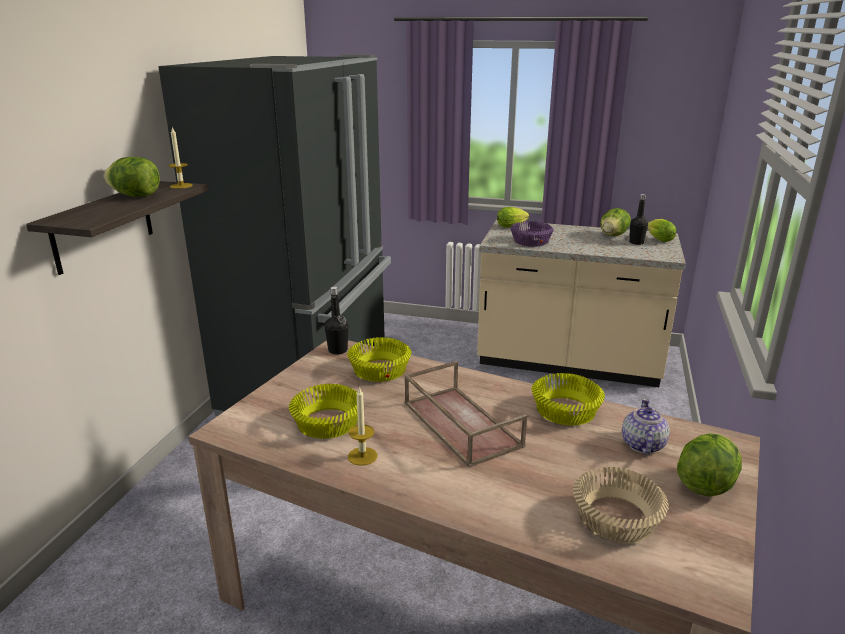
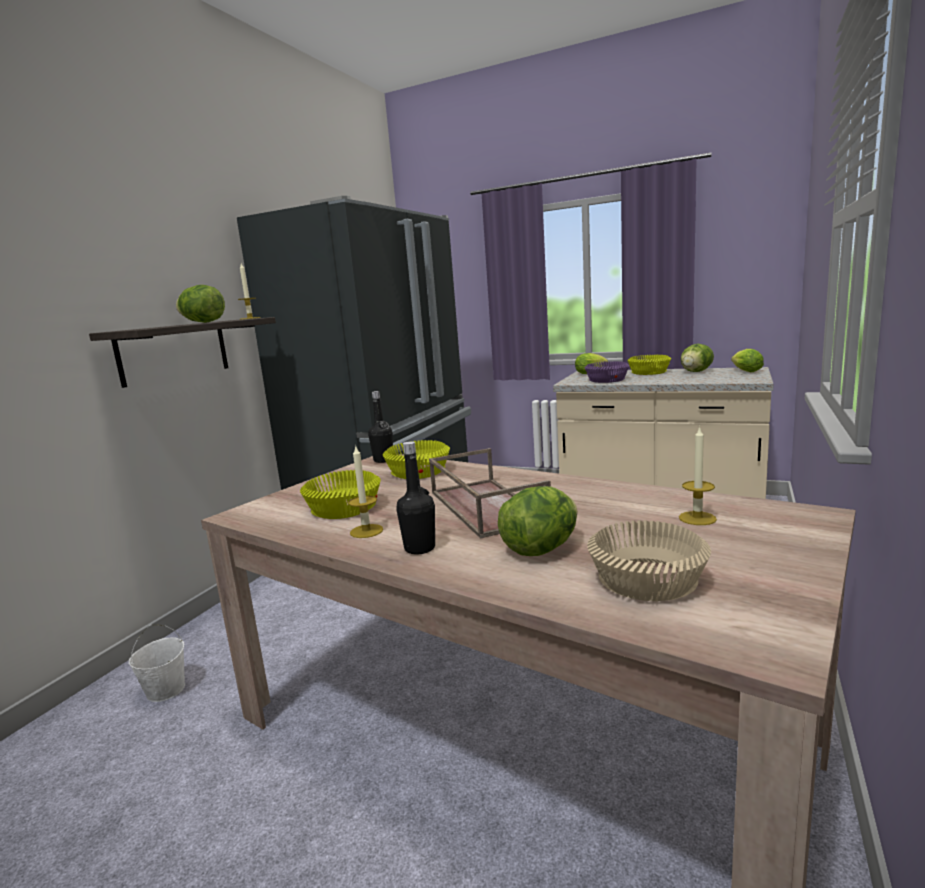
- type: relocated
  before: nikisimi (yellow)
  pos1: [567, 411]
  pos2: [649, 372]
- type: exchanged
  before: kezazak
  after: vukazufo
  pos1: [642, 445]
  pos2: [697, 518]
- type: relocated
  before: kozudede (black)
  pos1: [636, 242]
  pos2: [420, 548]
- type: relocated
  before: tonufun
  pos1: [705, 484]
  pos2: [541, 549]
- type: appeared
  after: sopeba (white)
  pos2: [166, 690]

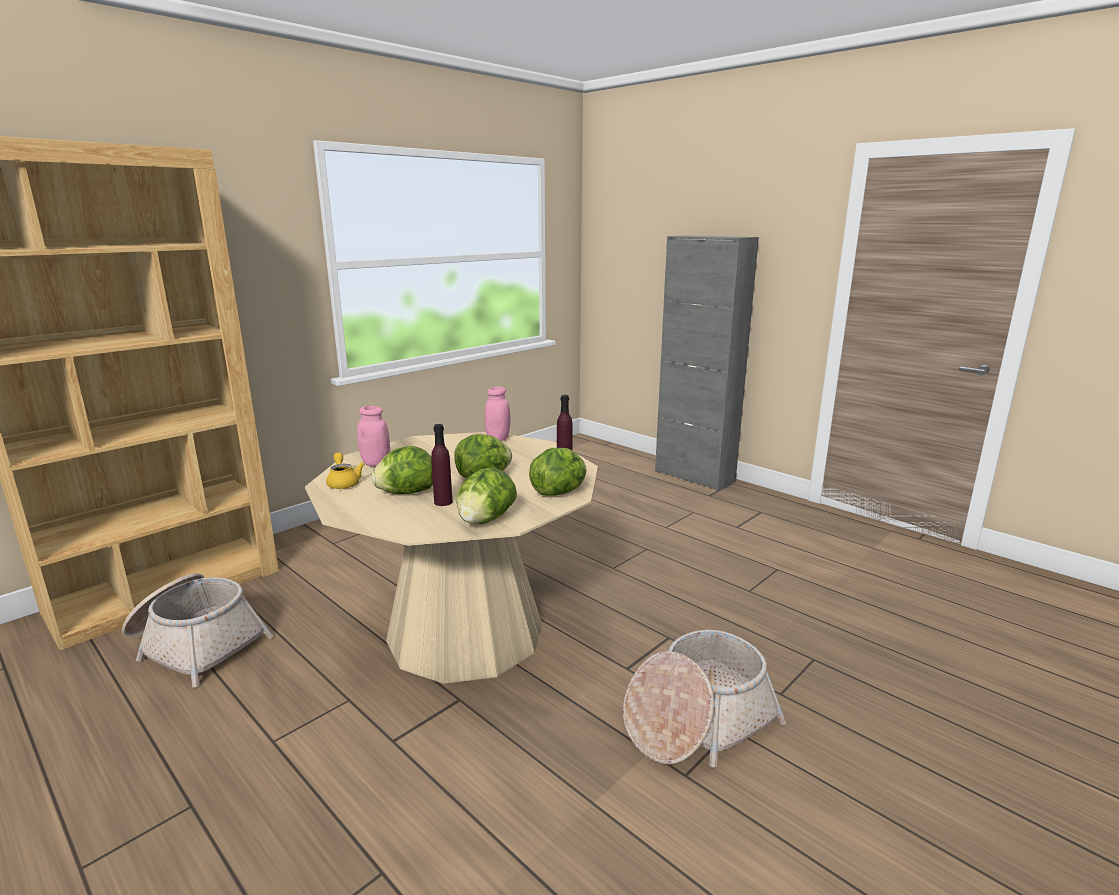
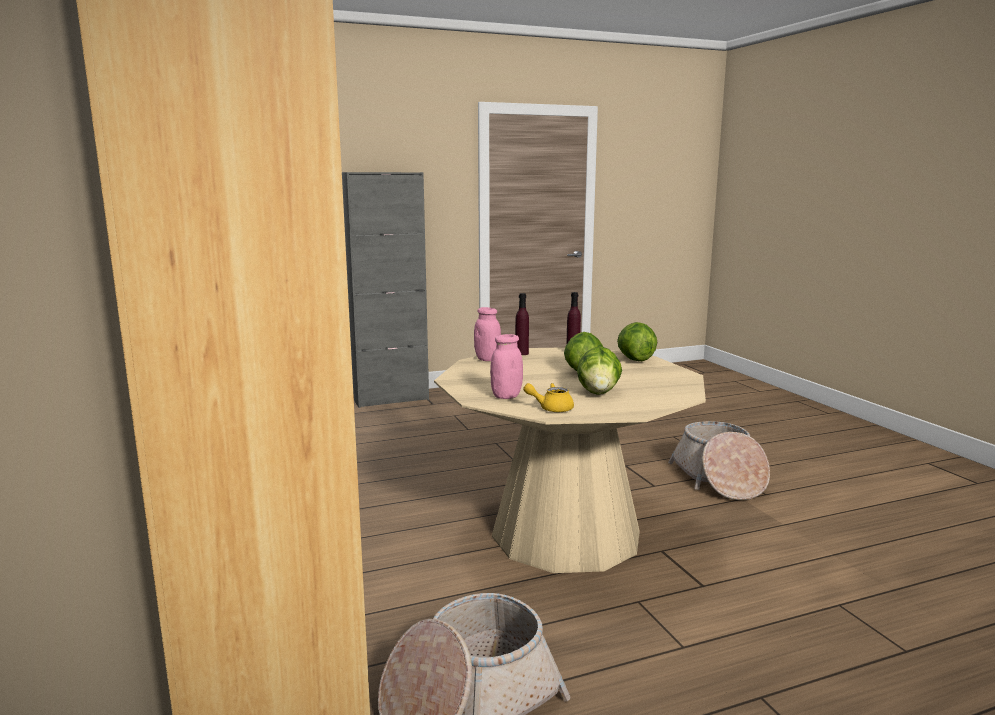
- type: relocated
  before: kozudede (purple)
  pos1: [443, 502]
  pos2: [521, 353]
- type: missing
  before: tonufun
  pos1: [485, 520]

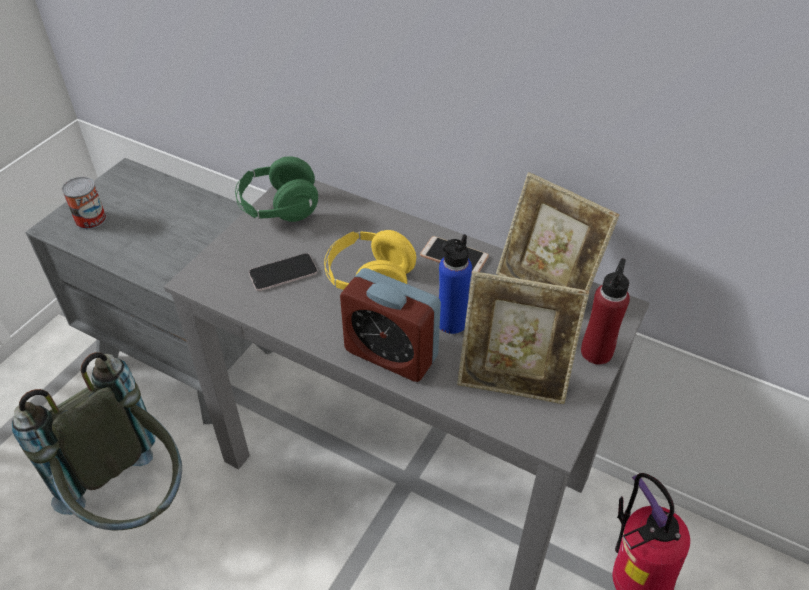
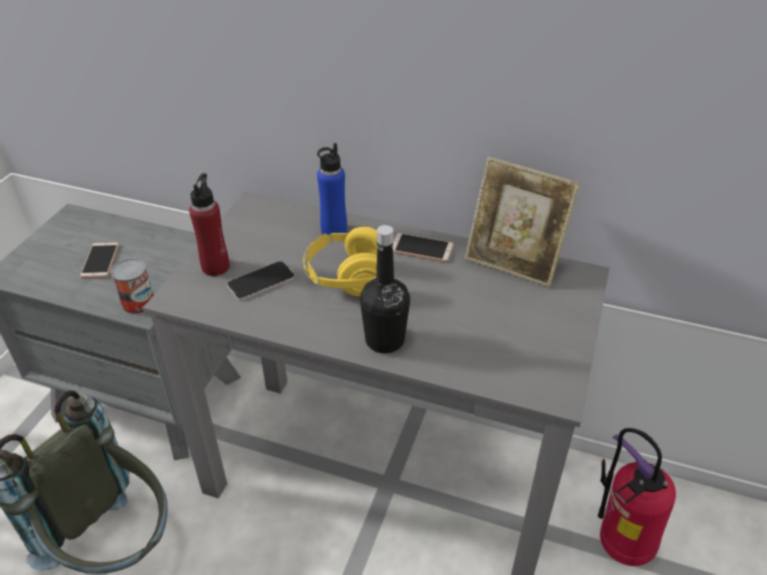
- type: relocated
  before: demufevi
  pos1: [90, 219]
  pos2: [138, 303]
- type: missing
  before: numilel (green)
  pos1: [279, 208]
- type: exchanged
  before: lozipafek
  after: kozudede (black)
  pos1: [391, 354]
  pos2: [384, 340]
- type: relocated
  before: kozudede (blue)
  pos1: [451, 322]
  pos2: [333, 230]
- type: missing
  before: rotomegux
  pos1: [513, 378]
- type: relocated
  before: kozudede (red)
  pos1: [596, 352]
  pos2: [215, 267]
- type: appeared
  after: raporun
  pos2: [100, 261]

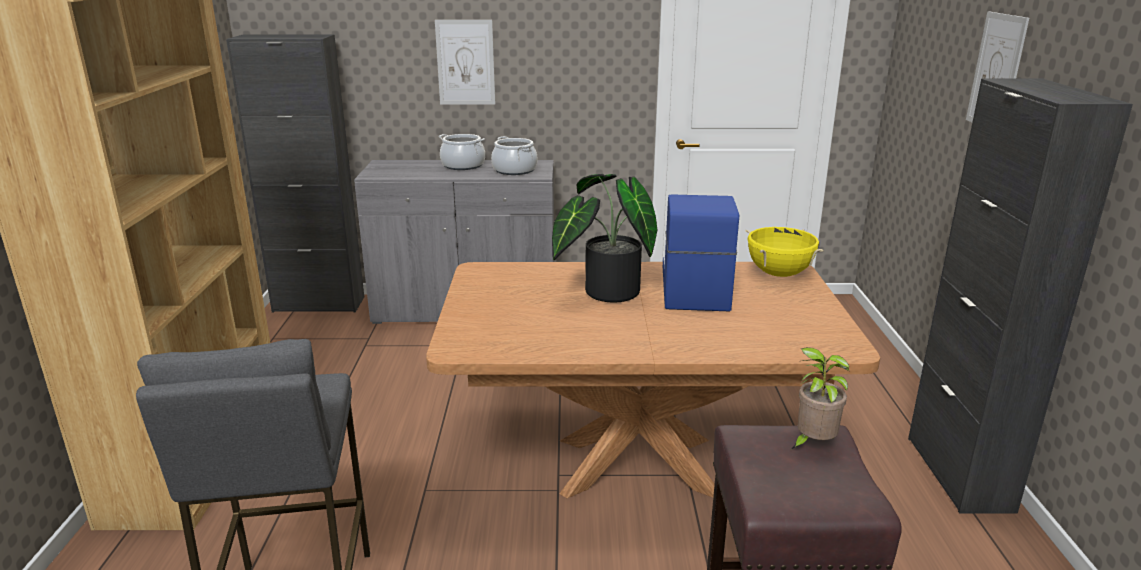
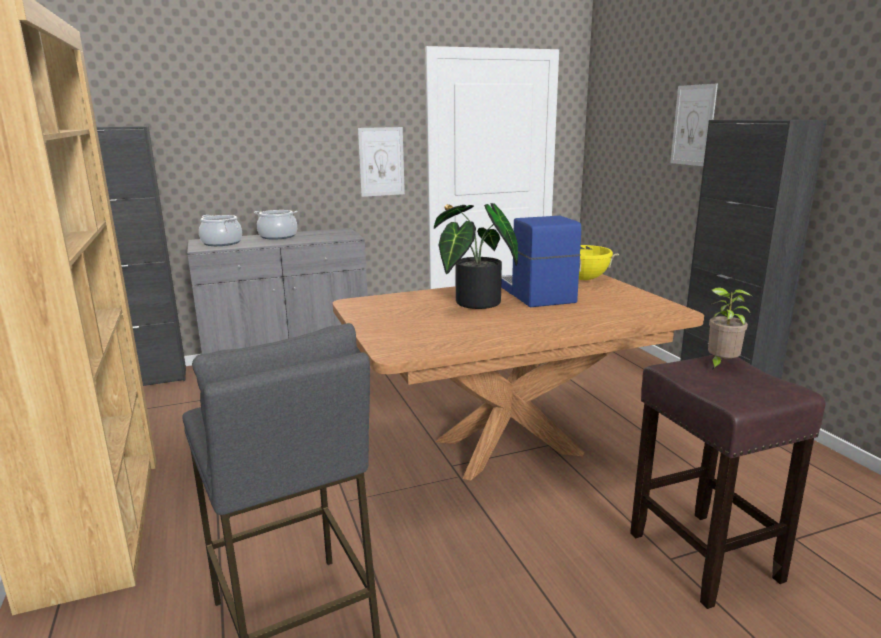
- type: relocated
  before: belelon
  pos1: [465, 62]
  pos2: [381, 161]
- type: relocated
  before: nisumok
  pos1: [514, 170]
  pos2: [222, 243]

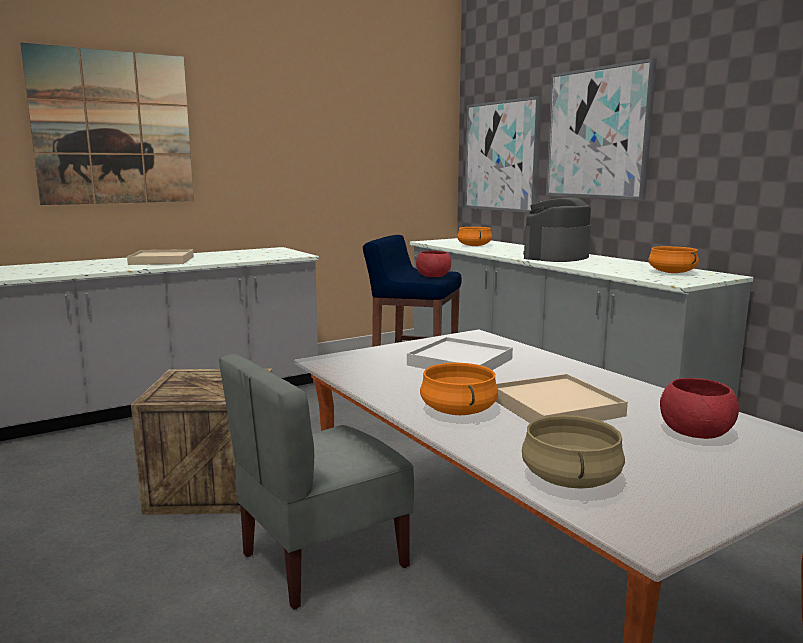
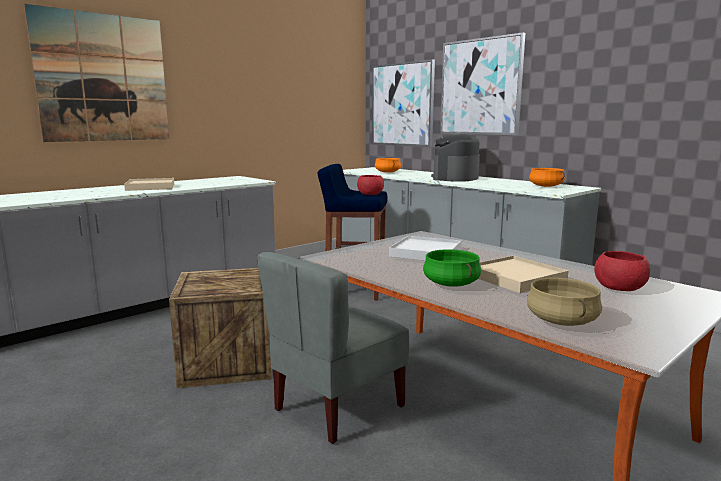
- type: colour
  before: nisumok (orange)
  after: nisumok (green)
  pos1: [457, 410]
  pos2: [450, 284]

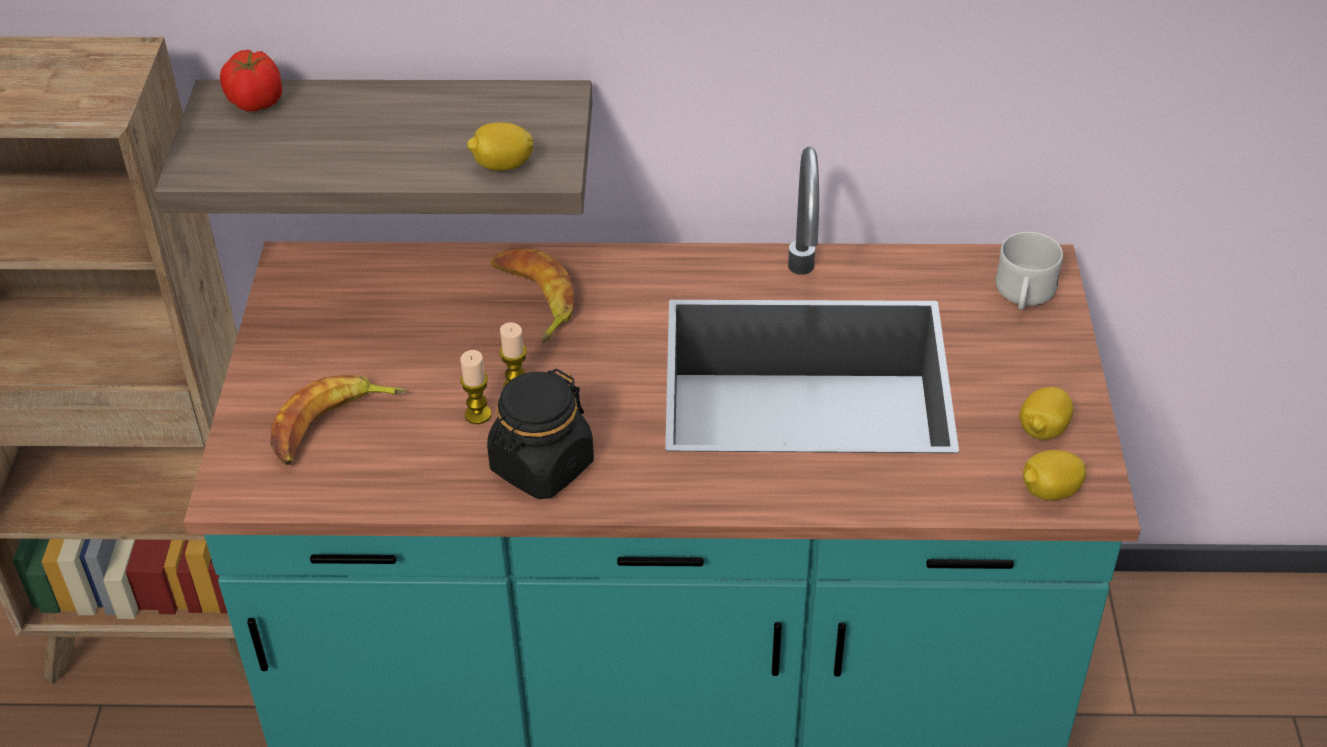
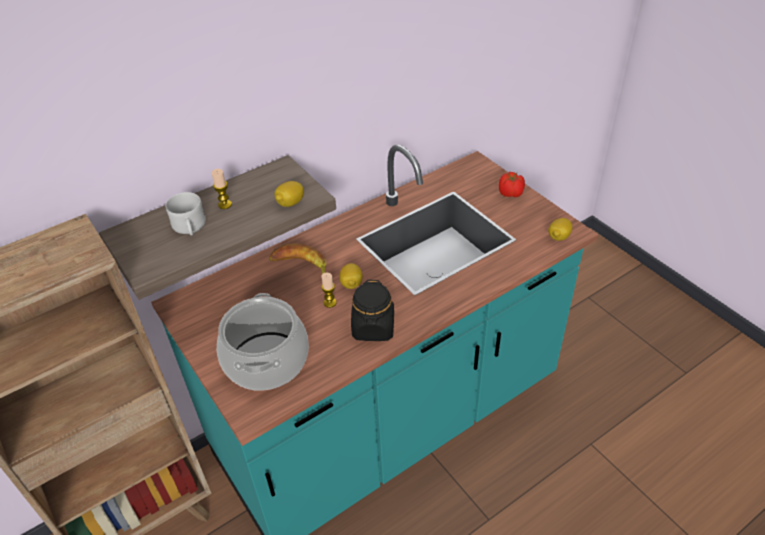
- type: relocated
  before: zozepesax
  pos1: [255, 103]
  pos2: [511, 193]
- type: exchanged
  before: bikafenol
  after: nisumok
  pos1: [332, 426]
  pos2: [267, 361]
- type: relocated
  before: vukazufo
  pos1: [478, 414]
  pos2: [225, 204]
- type: relocated
  before: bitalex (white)
  pos1: [1023, 296]
  pos2: [190, 228]
- type: relocated
  before: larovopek
  pos1: [1043, 430]
  pos2: [351, 284]

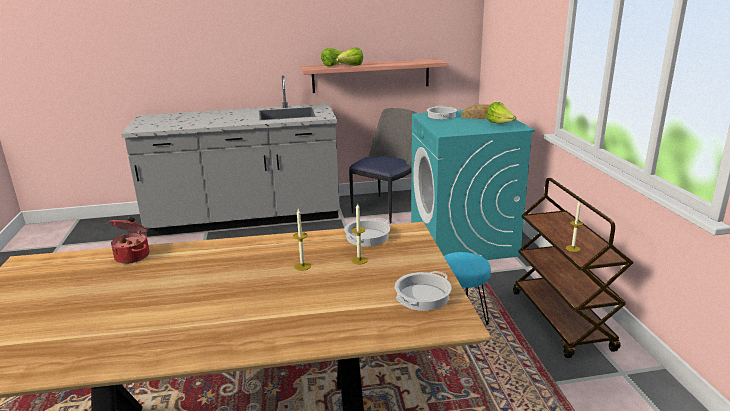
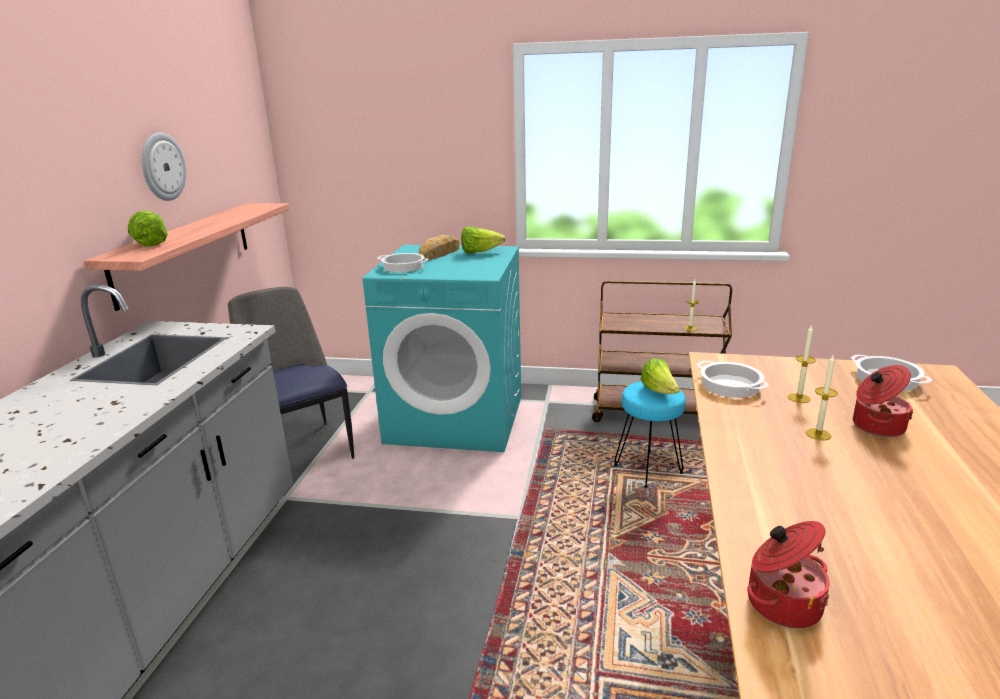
- type: relocated
  before: tonufun
  pos1: [351, 66]
  pos2: [659, 392]
- type: appeared
  after: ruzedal
  pos2: [162, 167]
- type: appeared
  after: nisumok
  pos2: [876, 426]

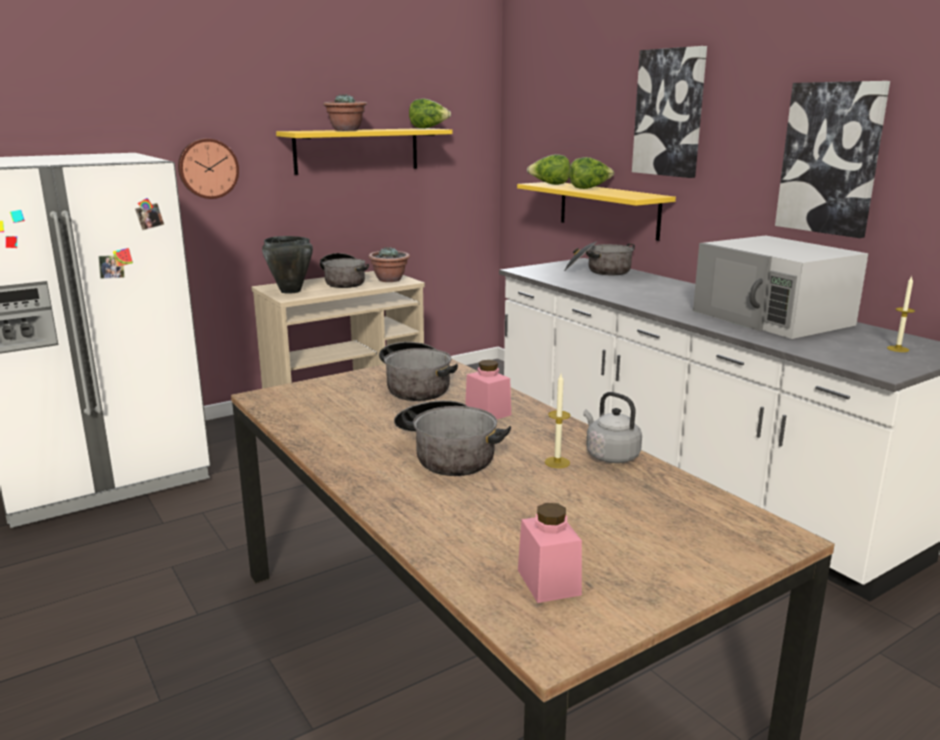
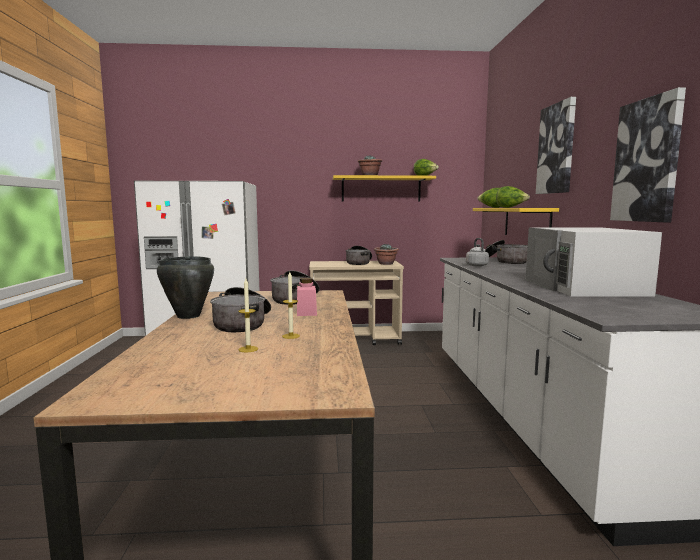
- type: missing
  before: ruzedal
  pos1: [207, 168]
- type: relocated
  before: nisumok (black)
  pos1: [290, 291]
  pos2: [188, 316]
- type: missing
  before: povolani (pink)
  pos1: [548, 582]
- type: relocated
  before: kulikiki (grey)
  pos1: [610, 455]
  pos2: [476, 265]
- type: relocated
  before: vukazufo
  pos1: [897, 349]
  pos2: [248, 349]

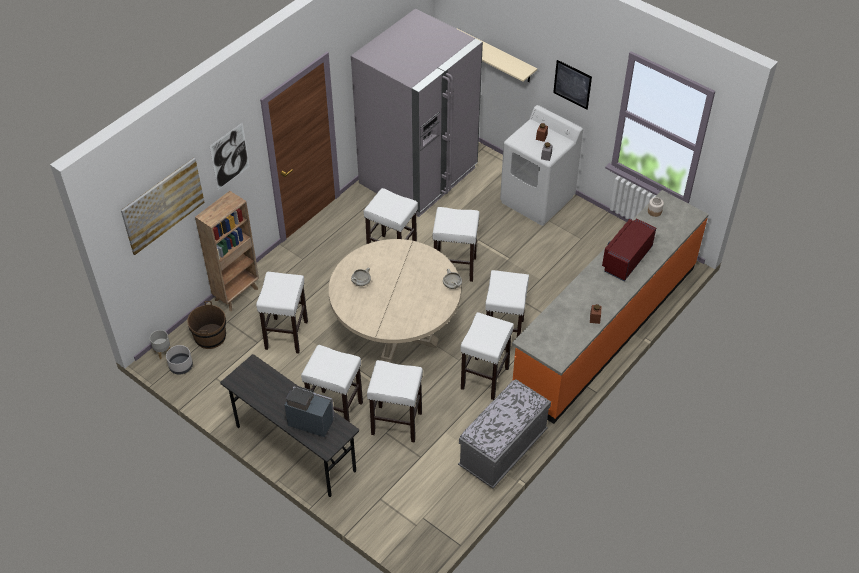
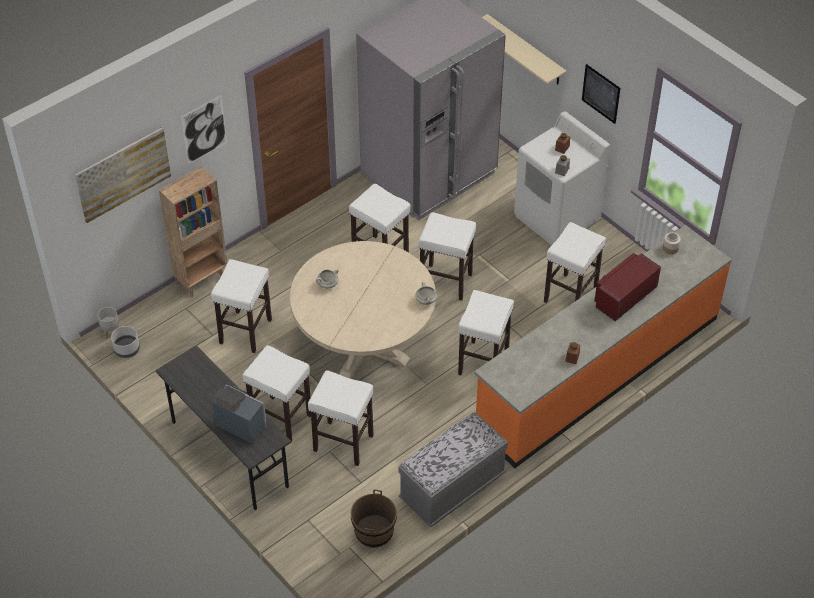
- type: relocated
  before: sopeba (brown)
  pos1: [210, 337]
  pos2: [374, 532]
- type: relocated
  before: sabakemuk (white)
  pos1: [484, 379]
  pos2: [570, 295]

